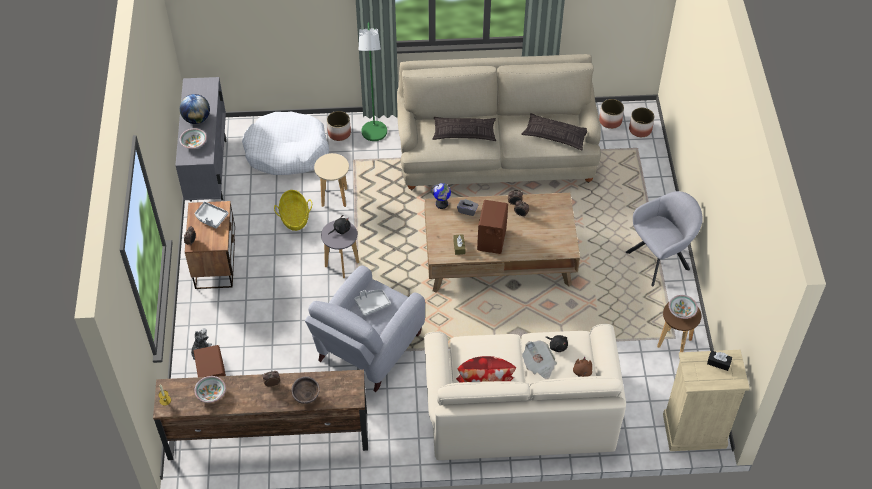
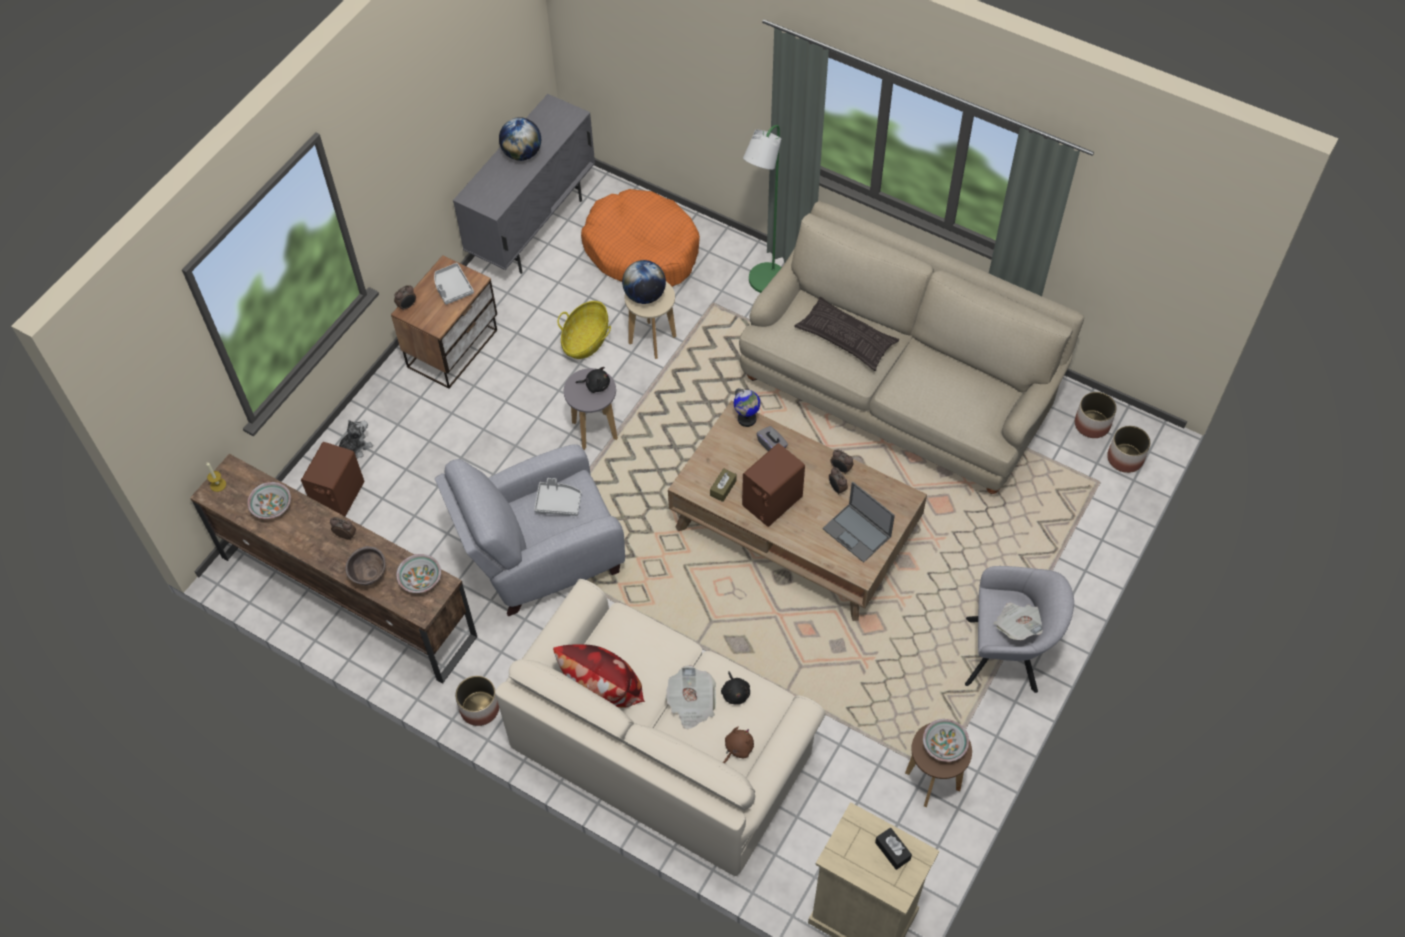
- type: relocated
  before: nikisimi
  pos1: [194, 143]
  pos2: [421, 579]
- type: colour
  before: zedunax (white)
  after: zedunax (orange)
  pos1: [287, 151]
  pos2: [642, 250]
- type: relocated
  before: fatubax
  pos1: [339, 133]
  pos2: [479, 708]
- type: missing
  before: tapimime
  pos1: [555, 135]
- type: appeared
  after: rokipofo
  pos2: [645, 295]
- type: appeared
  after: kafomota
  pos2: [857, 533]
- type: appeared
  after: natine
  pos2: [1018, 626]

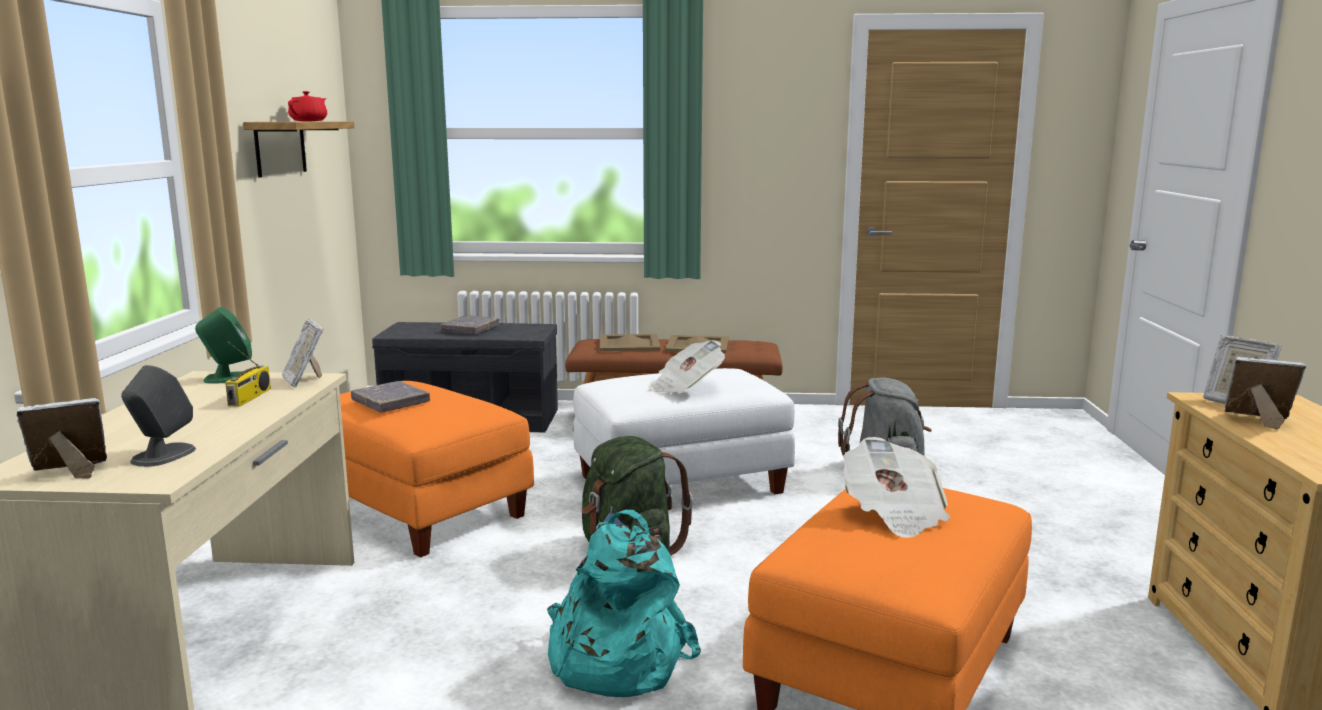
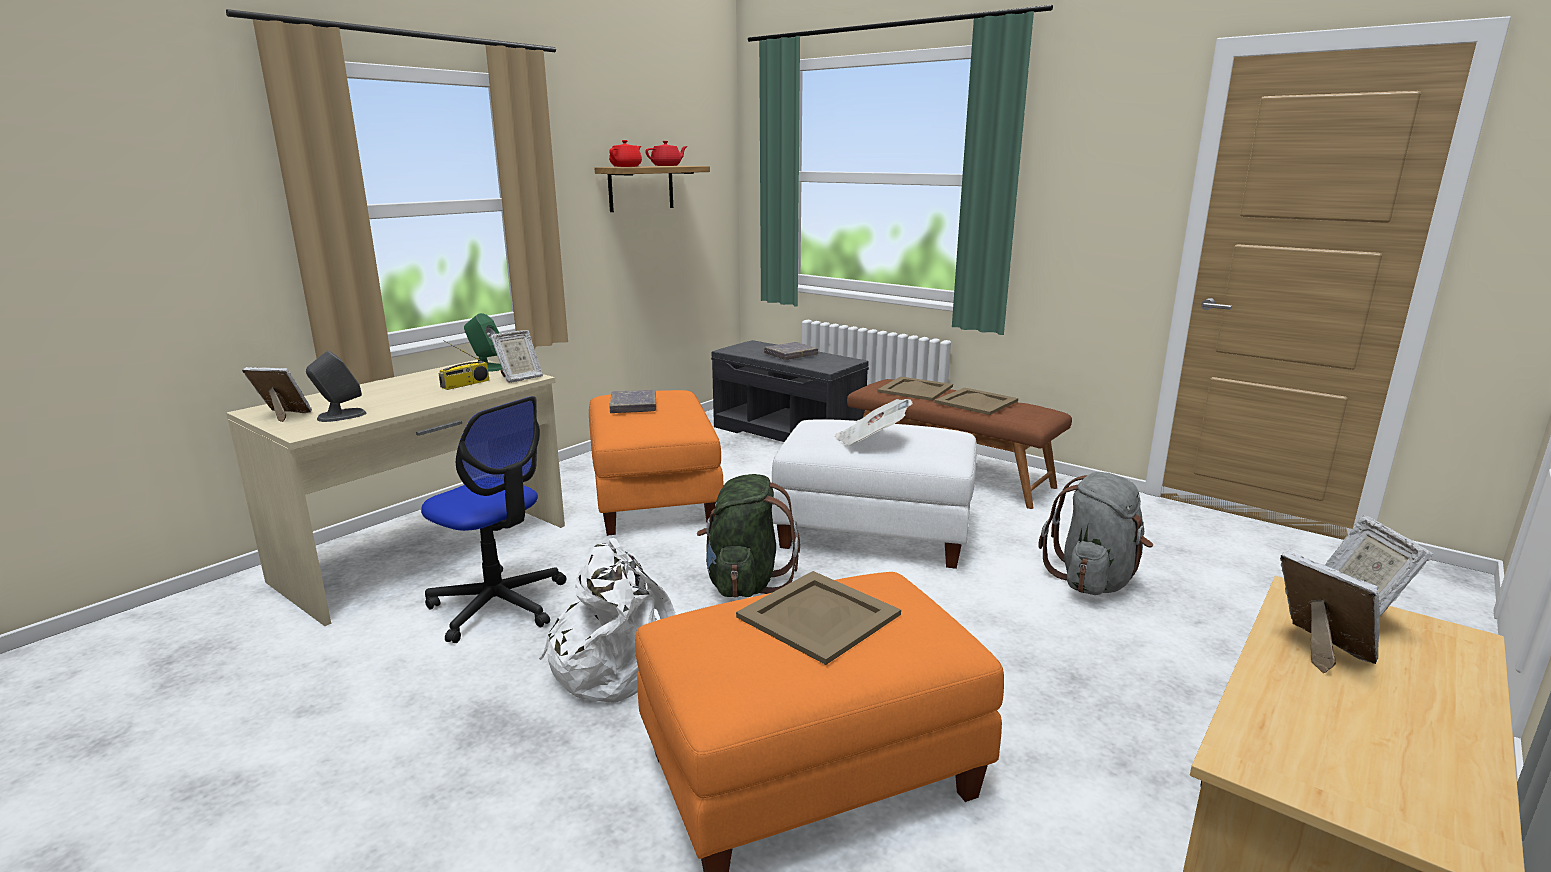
- type: spun
  before: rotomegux
  pos1: [305, 381]
  pos2: [519, 378]
  turn: -135
- type: colour
  before: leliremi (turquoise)
  after: leliremi (white)
  pos1: [613, 659]
  pos2: [616, 664]
- type: exchanged
  before: natine
  after: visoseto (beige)
  pos1: [893, 514]
  pos2: [818, 617]
- type: appeared
  after: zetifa
  pos2: [498, 605]
- type: appeared
  after: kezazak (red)
  pos2: [626, 166]

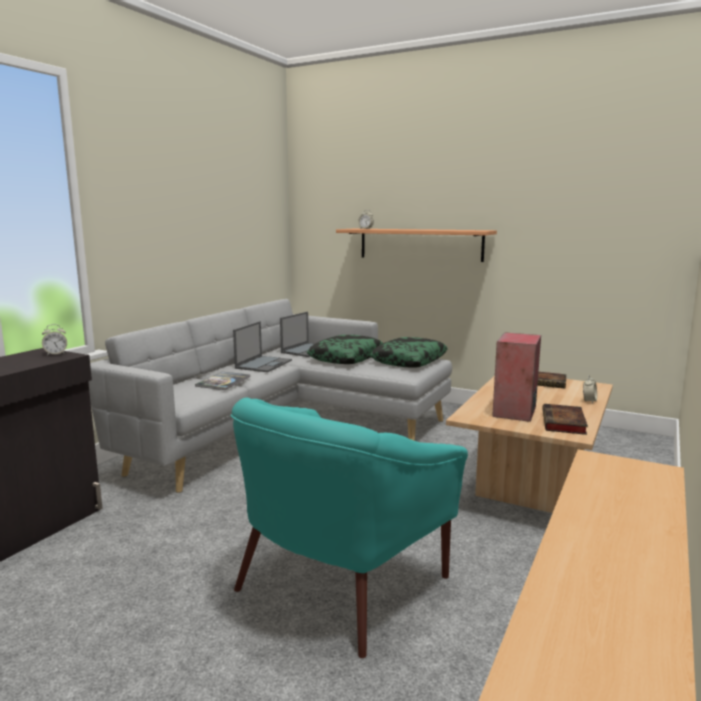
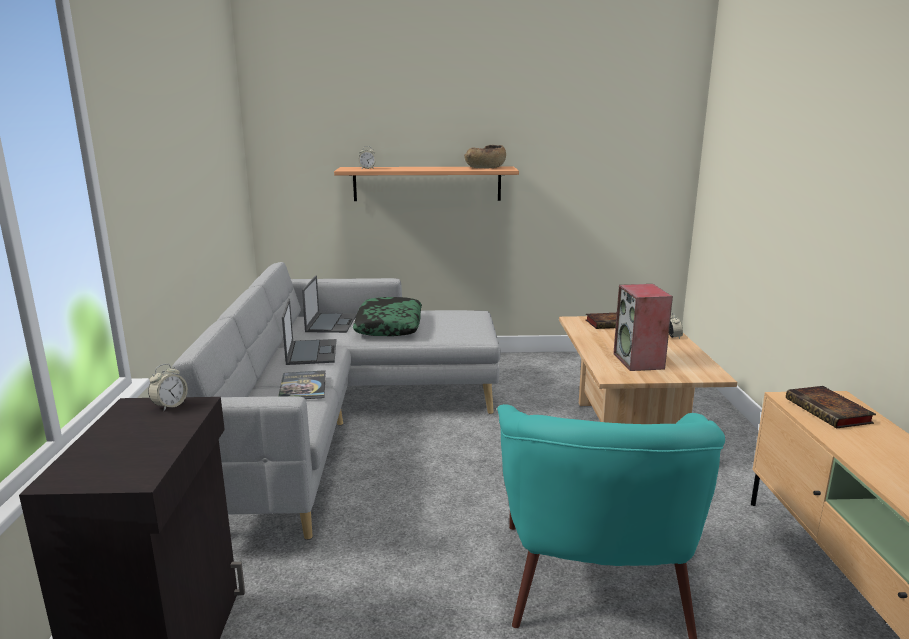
- type: missing
  before: tapimime
  pos1: [409, 360]
- type: relocated
  before: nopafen
  pos1: [564, 423]
  pos2: [830, 412]
- type: appeared
  after: nikisimi (brown)
  pos2: [485, 168]

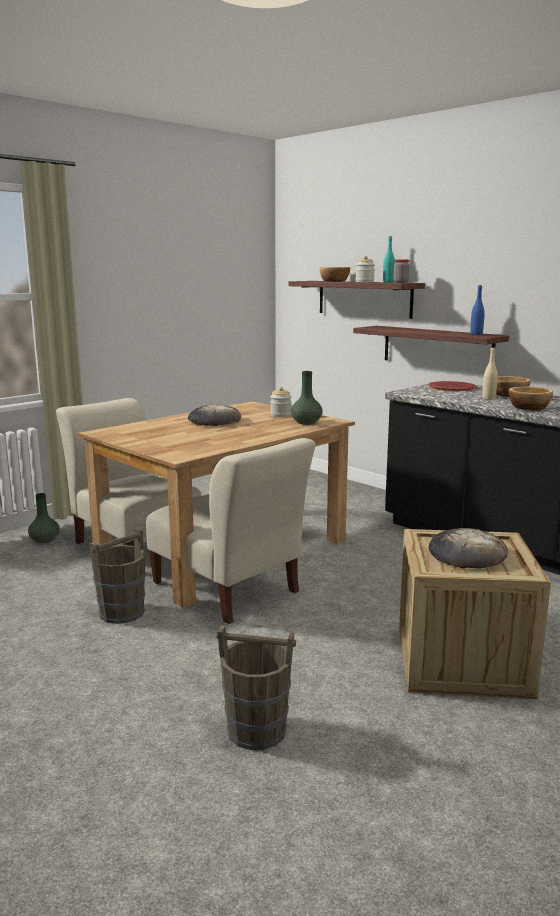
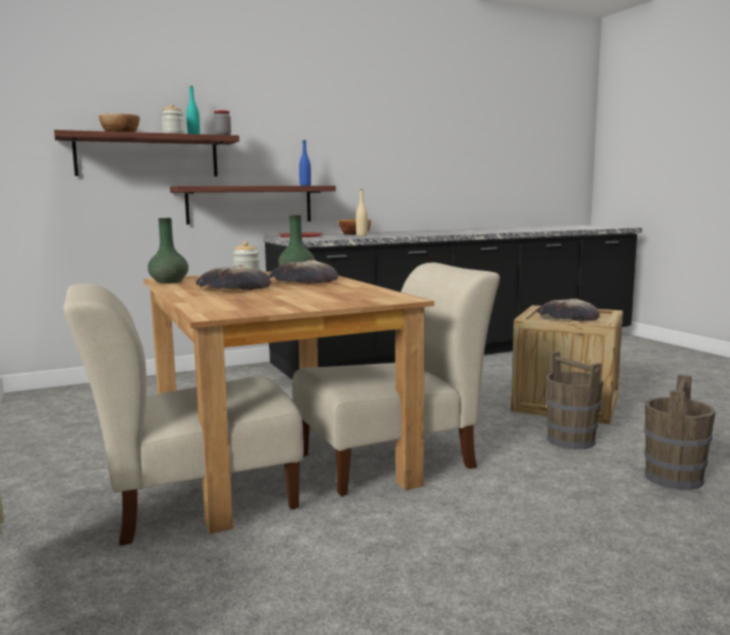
- type: relocated
  before: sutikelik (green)
  pos1: [45, 540]
  pos2: [169, 282]
- type: relocated
  before: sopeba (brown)
  pos1: [122, 612]
  pos2: [570, 440]
- type: missing
  before: nikisimi
  pos1: [529, 407]
- type: appeared
  after: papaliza
  pos2: [303, 281]

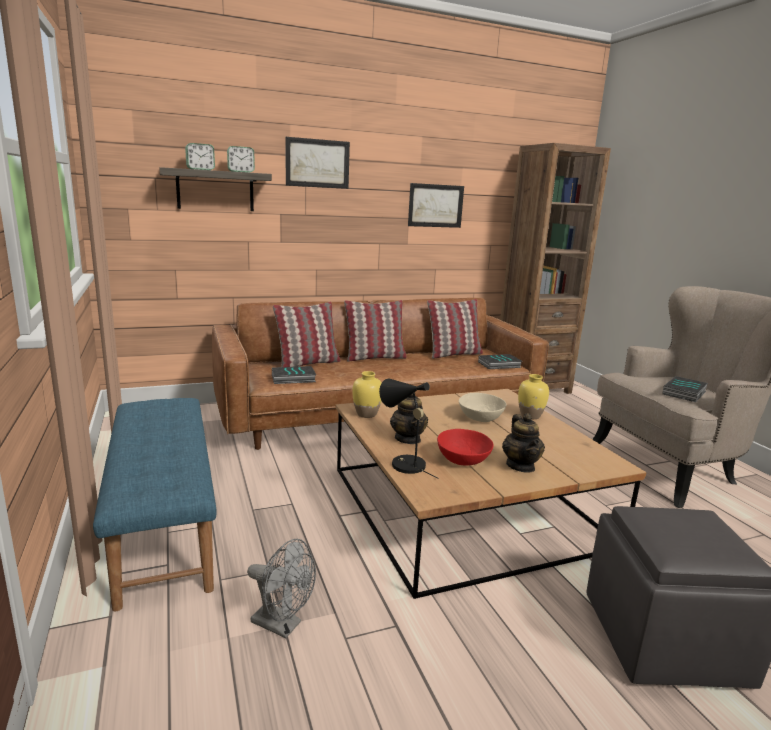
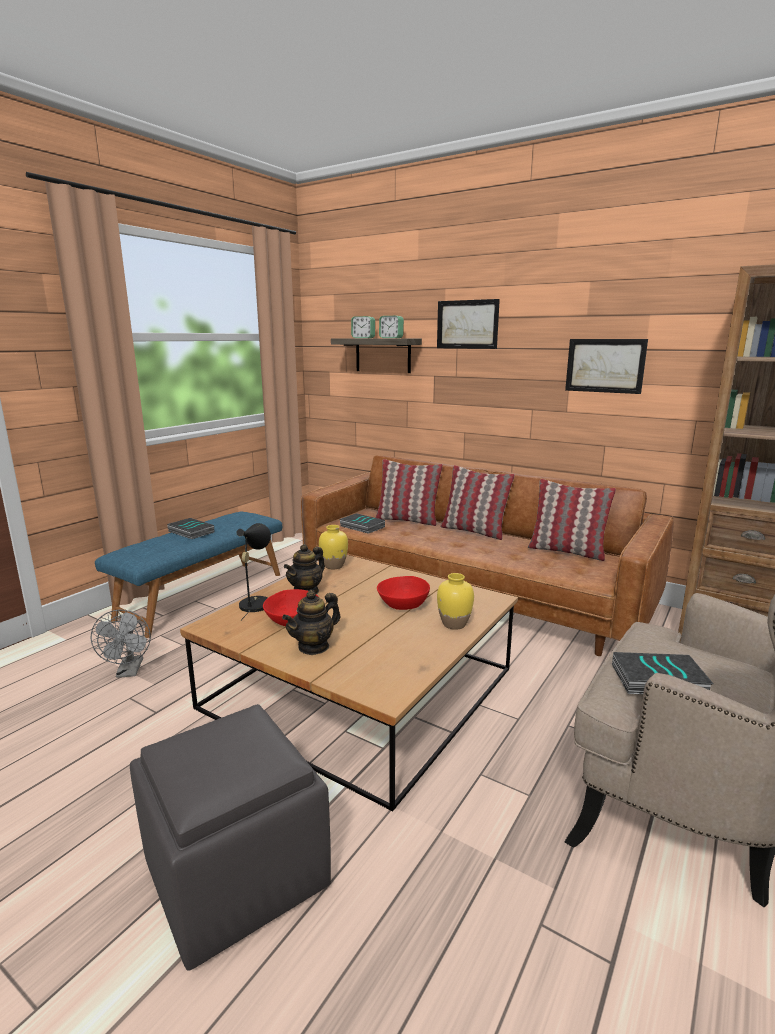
- type: colour
  before: nikisimi (beige)
  after: nikisimi (red)
  pos1: [480, 418]
  pos2: [403, 605]
- type: relocated
  before: nopafen
  pos1: [499, 365]
  pos2: [190, 532]

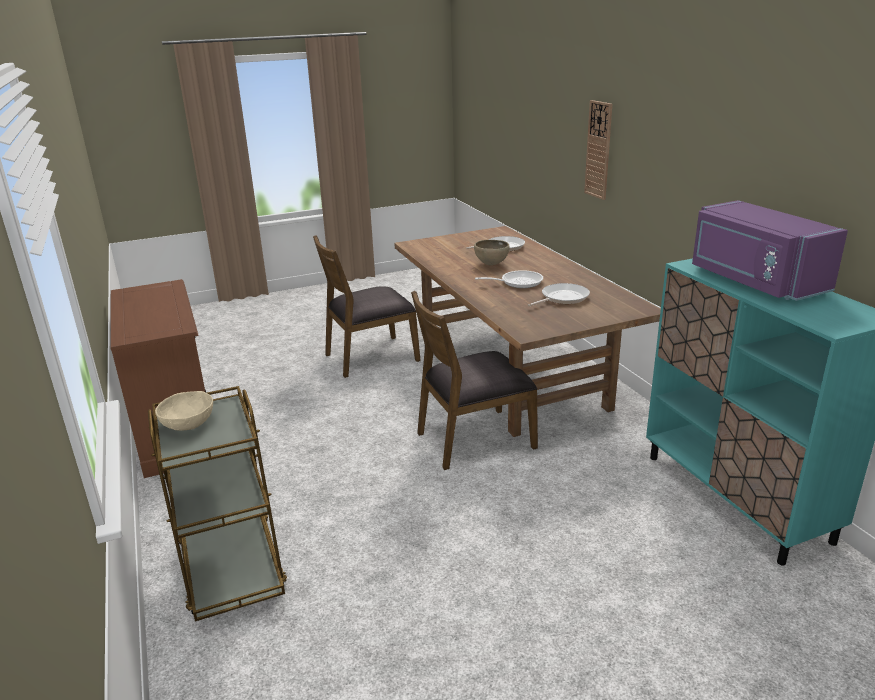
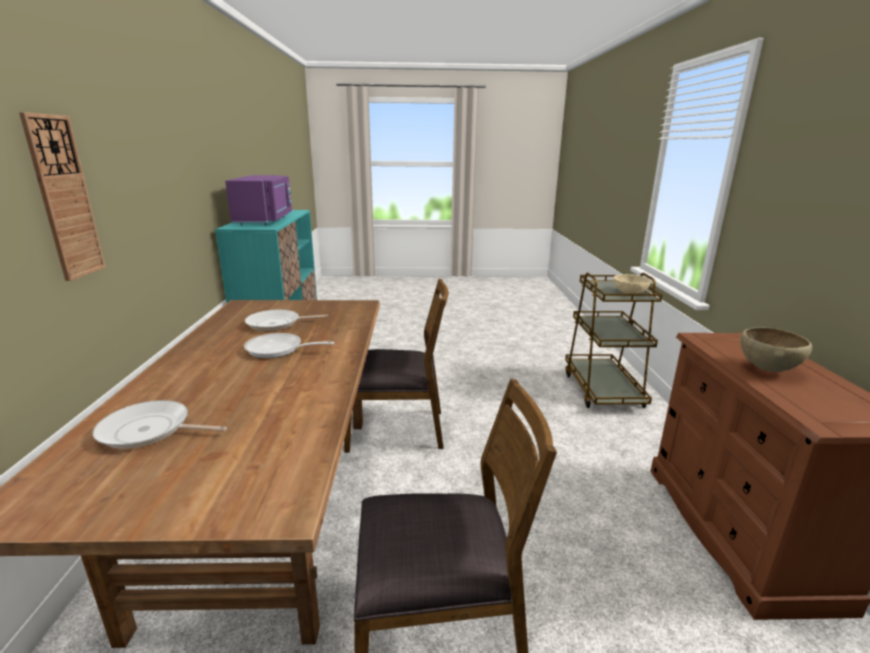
- type: relocated
  before: nikisimi (brown)
  pos1: [491, 264]
  pos2: [767, 369]

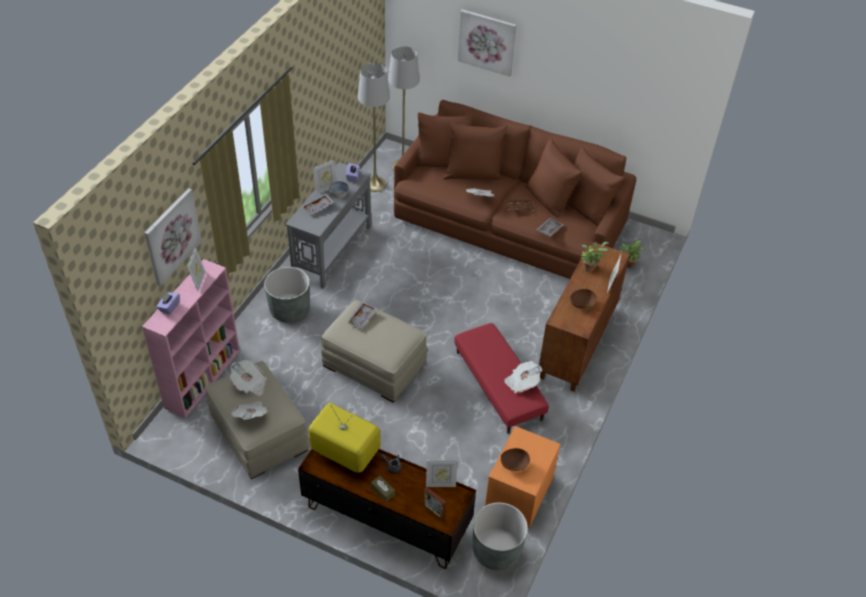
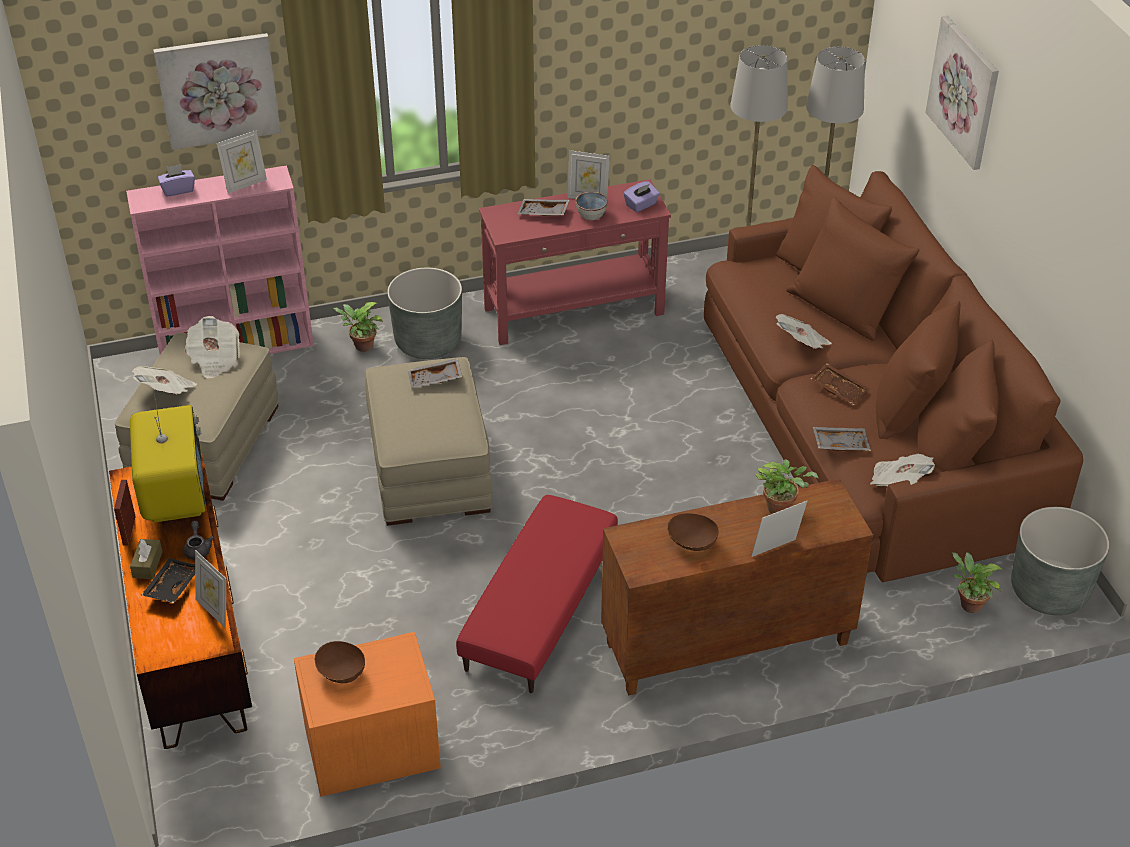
- type: colour
  before: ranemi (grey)
  after: ranemi (red)
  pos1: [333, 250]
  pos2: [575, 312]
- type: relocated
  before: rotomegux
  pos1: [434, 512]
  pos2: [129, 530]
- type: relocated
  before: fatubax (grey)
  pos1: [496, 550]
  pos2: [1049, 590]
- type: relocated
  before: natine
  pos1: [522, 382]
  pos2: [898, 482]
- type: appeared
  after: visoseto (black)
  pos2: [171, 586]
- type: appeared
  after: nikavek
  pos2: [361, 346]

